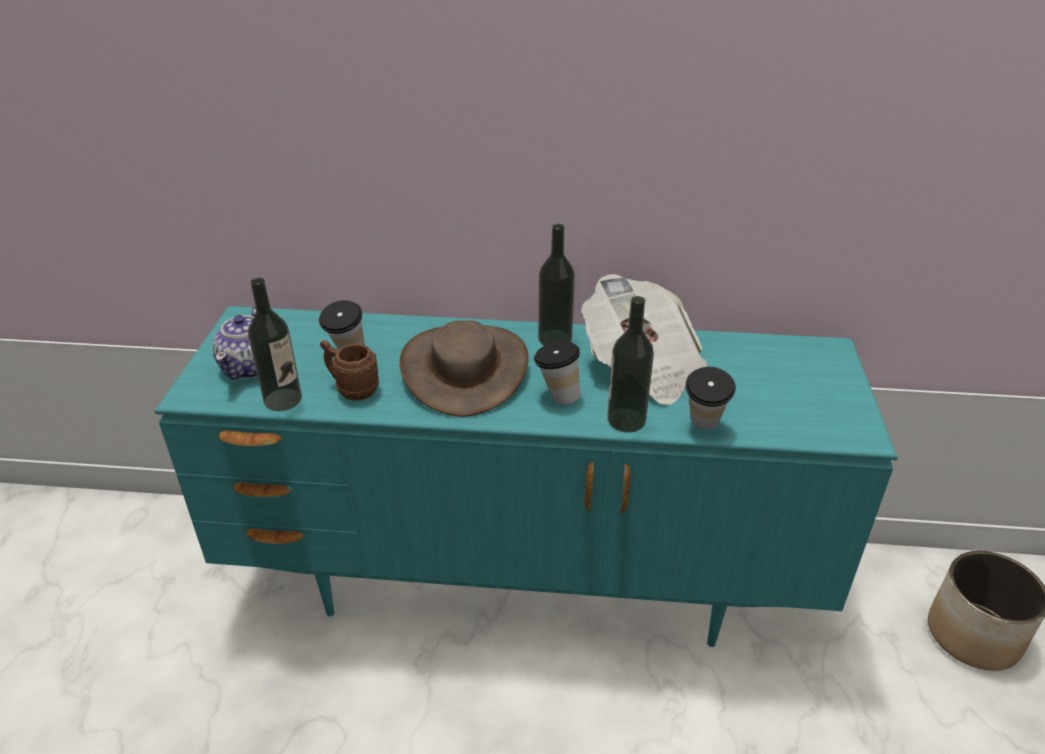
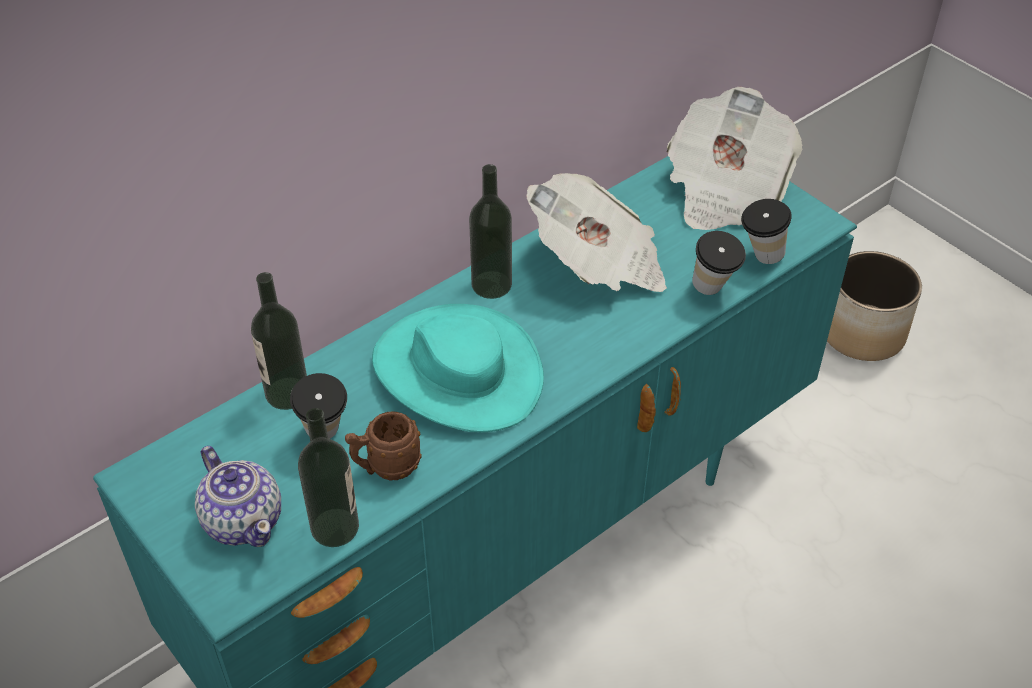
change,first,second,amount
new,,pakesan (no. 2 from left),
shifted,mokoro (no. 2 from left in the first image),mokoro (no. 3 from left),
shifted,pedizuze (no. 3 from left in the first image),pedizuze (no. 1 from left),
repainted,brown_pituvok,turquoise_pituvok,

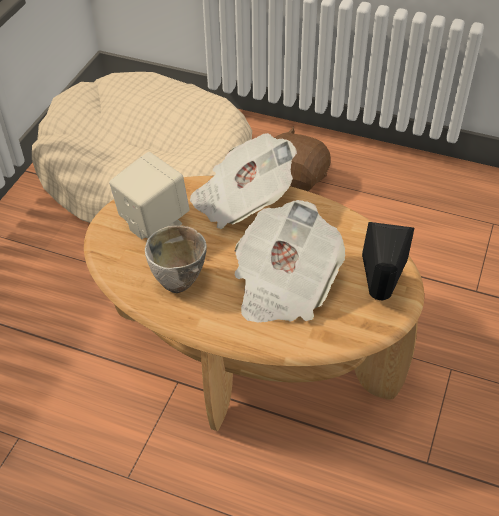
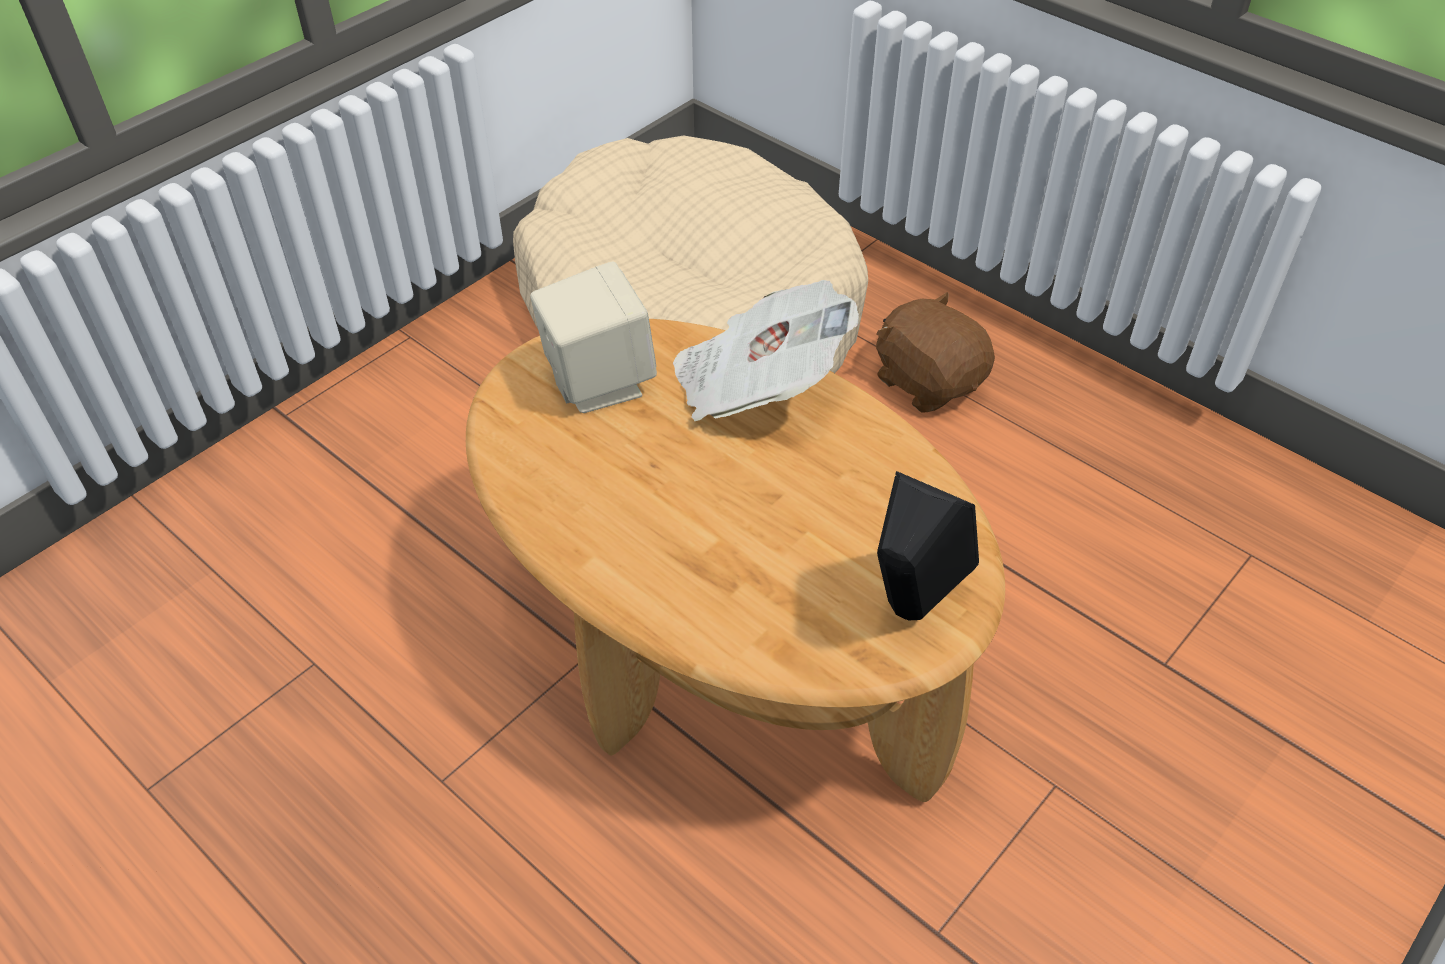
change,first,second,amount
gone,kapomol,,
gone,pakesan (no. 2 from left),,

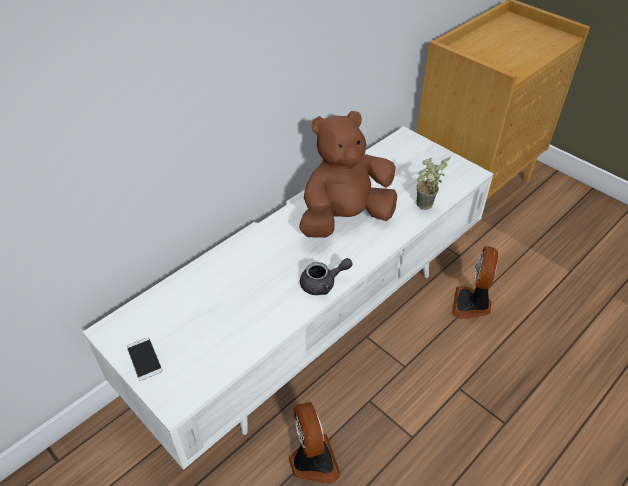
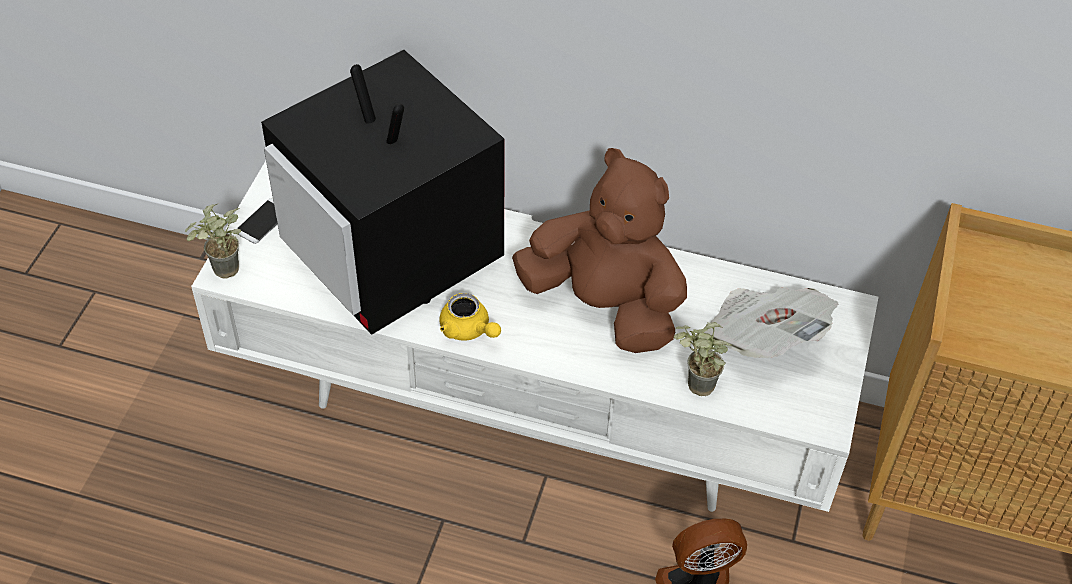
change,first,second,amount
gone,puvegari (no. 1 from left),,
new,,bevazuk (no. 1 from left),
new,,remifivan,
new,,pakesan,
repainted,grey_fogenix,yellow_fogenix,

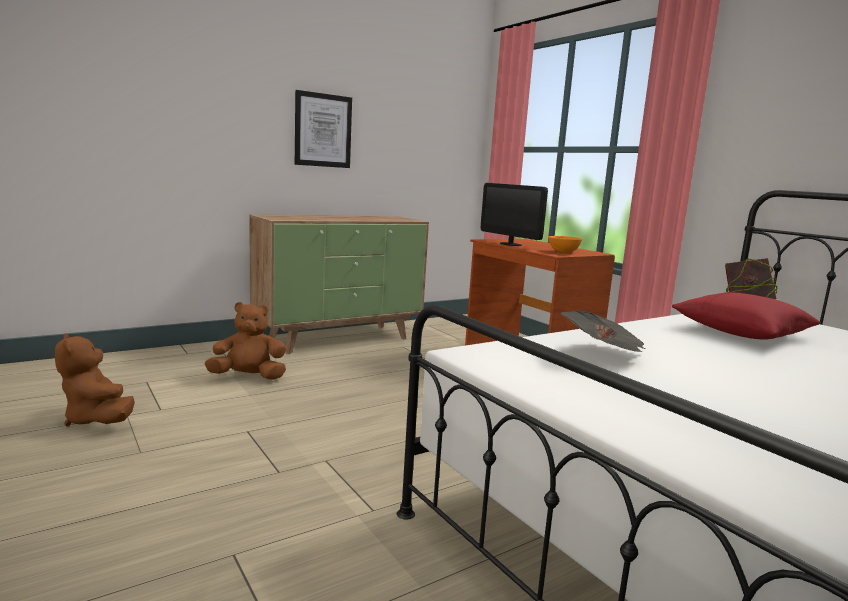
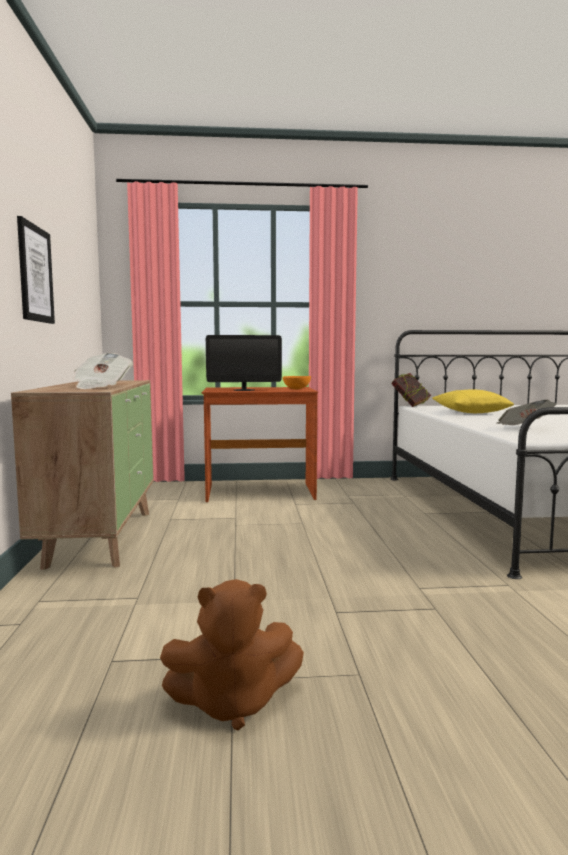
change,first,second,amount
gone,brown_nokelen (no. 2 from left),,
new,,pakesan (no. 1 from left),
repainted,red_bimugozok,yellow_bimugozok,

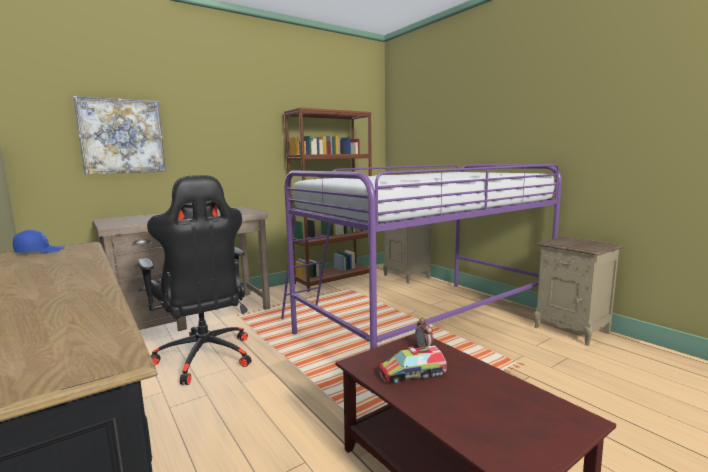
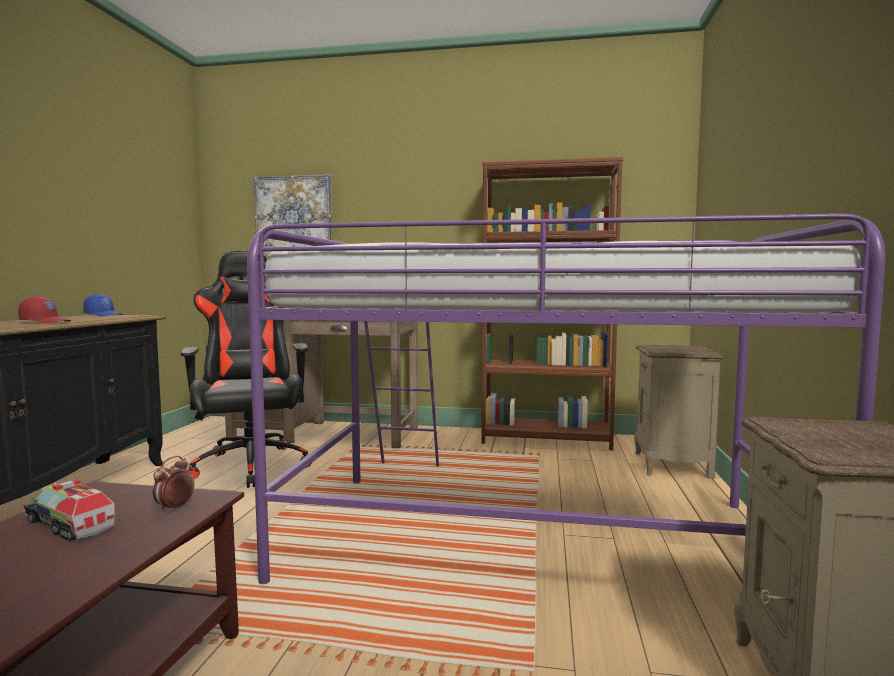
change,first,second,amount
new,,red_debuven,
rotated,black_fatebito,,150 degrees clockwise

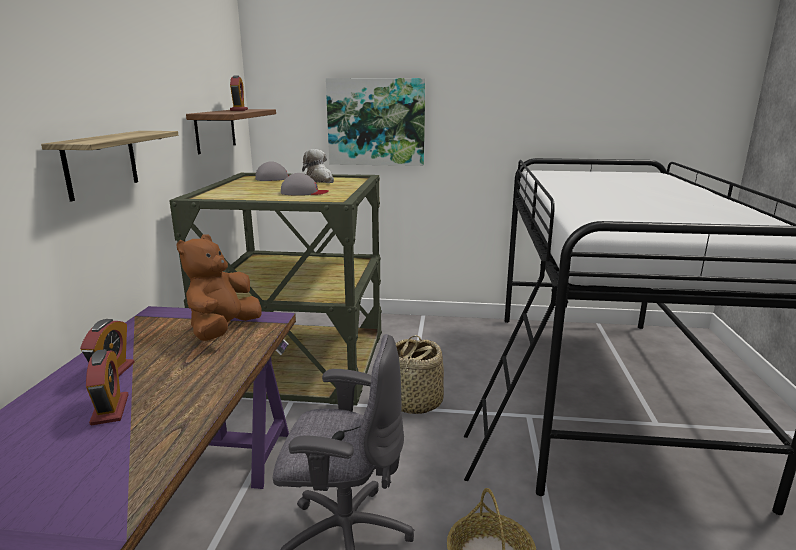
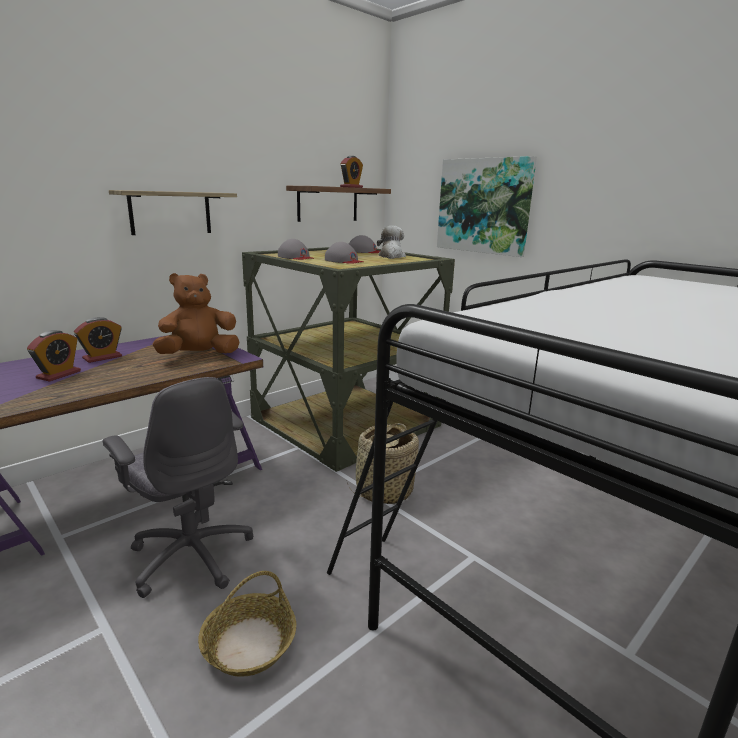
change,first,second,amount
new,,grey_debuven (no. 1 from left),

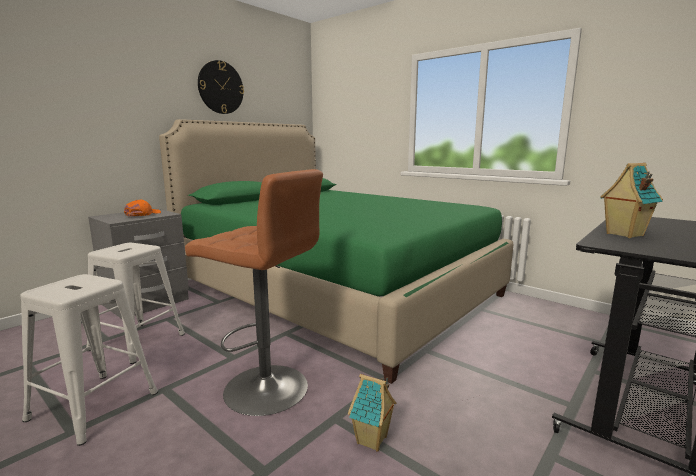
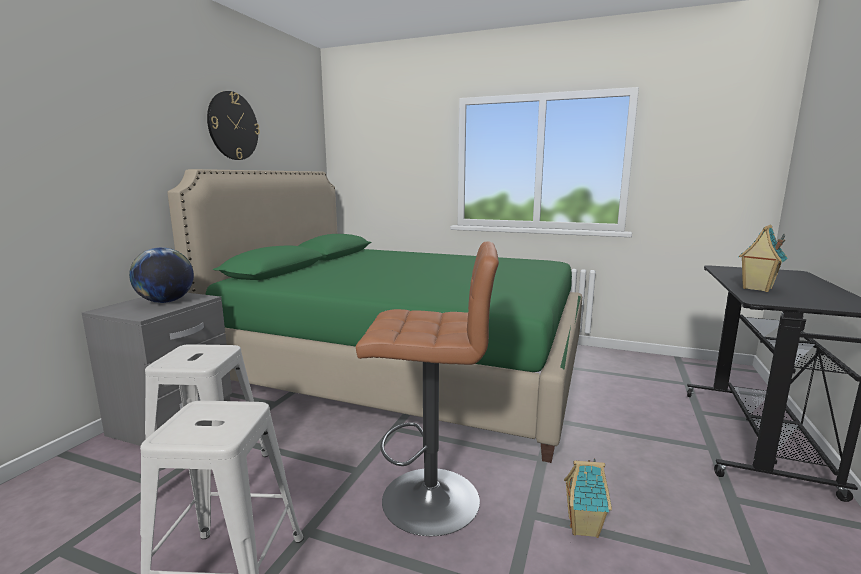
change,first,second,amount
swapped,orange_debuven,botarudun,

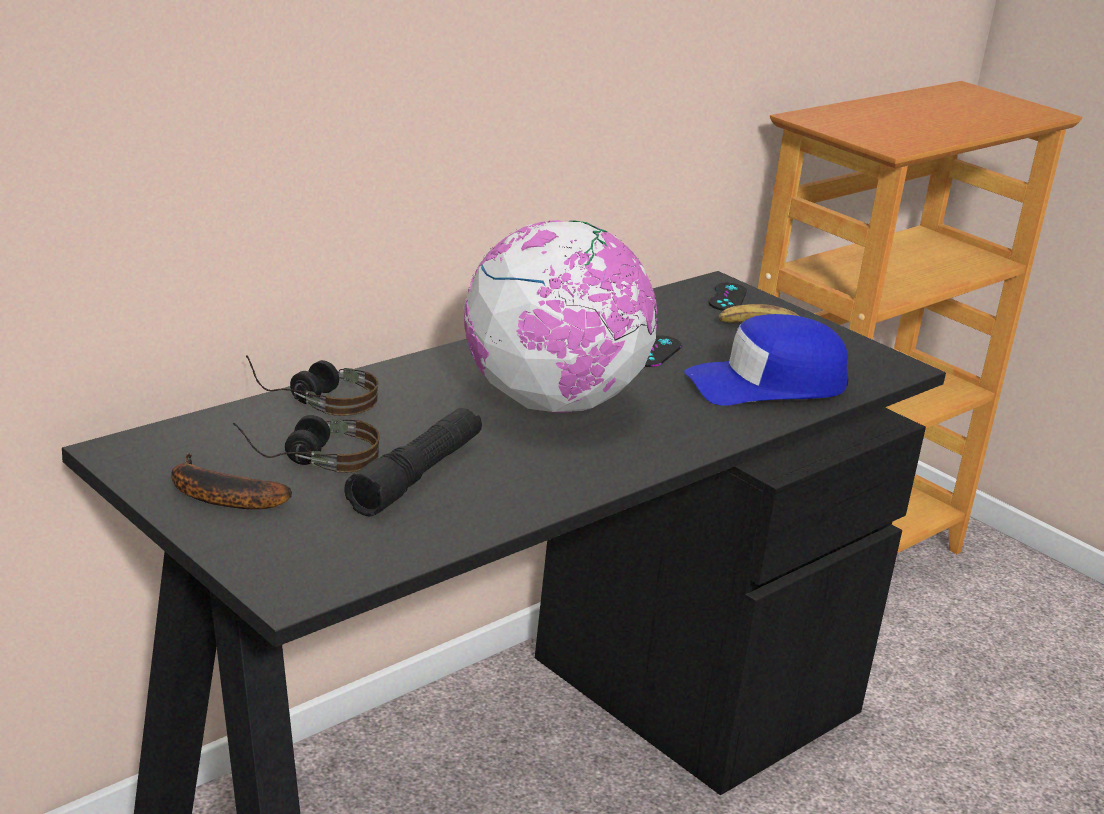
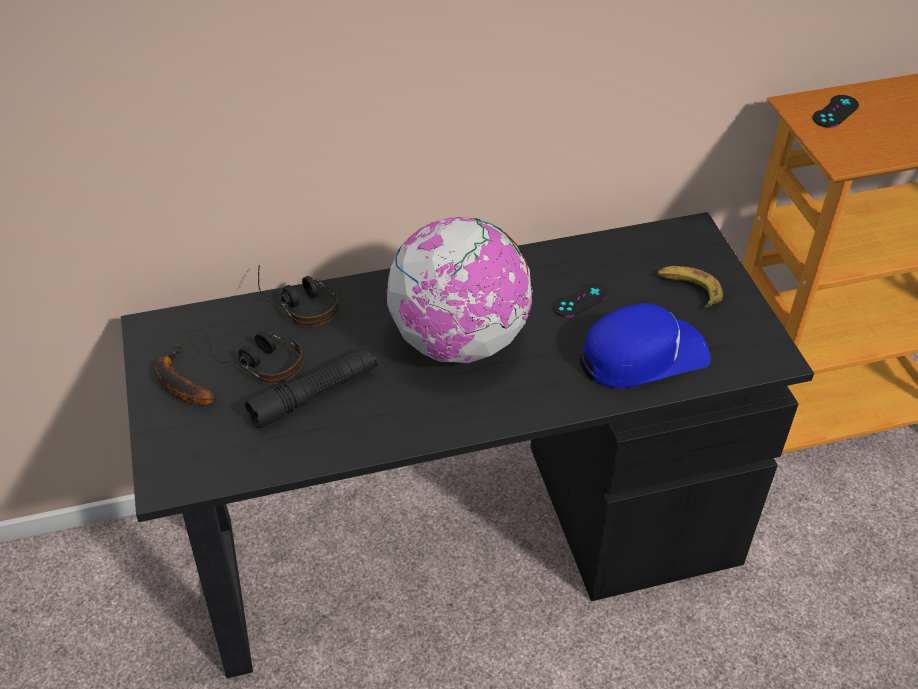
change,first,second,amount
shifted,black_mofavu (no. 2 from left),,
rotated,blue_debuven,,150 degrees clockwise

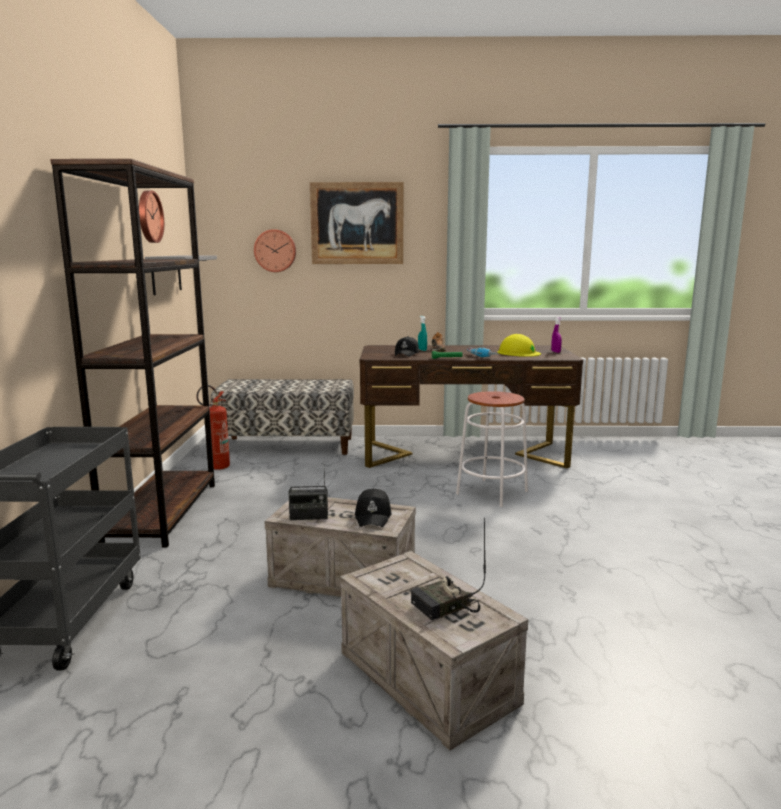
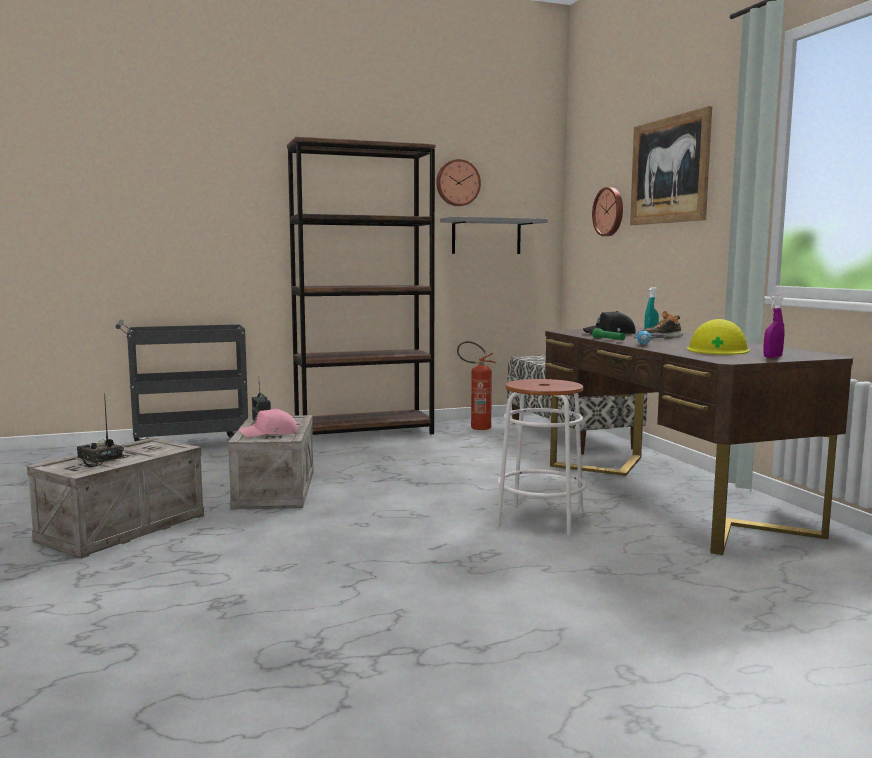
change,first,second,amount
repainted,black_debuven (no. 1 from left),pink_debuven,

